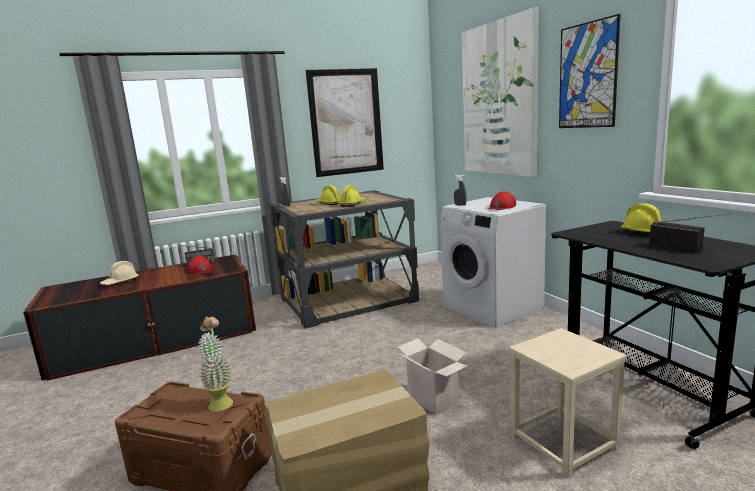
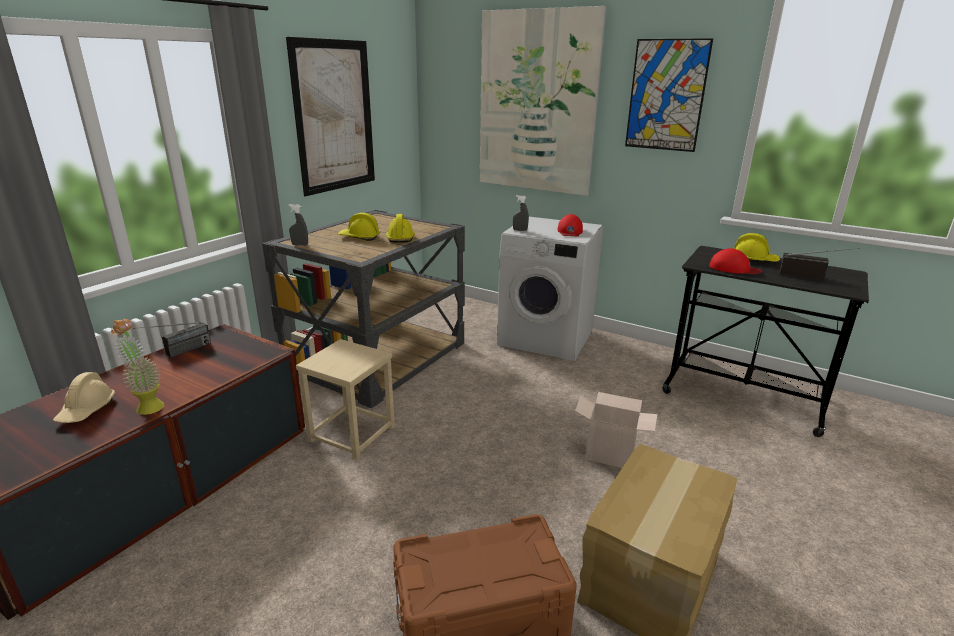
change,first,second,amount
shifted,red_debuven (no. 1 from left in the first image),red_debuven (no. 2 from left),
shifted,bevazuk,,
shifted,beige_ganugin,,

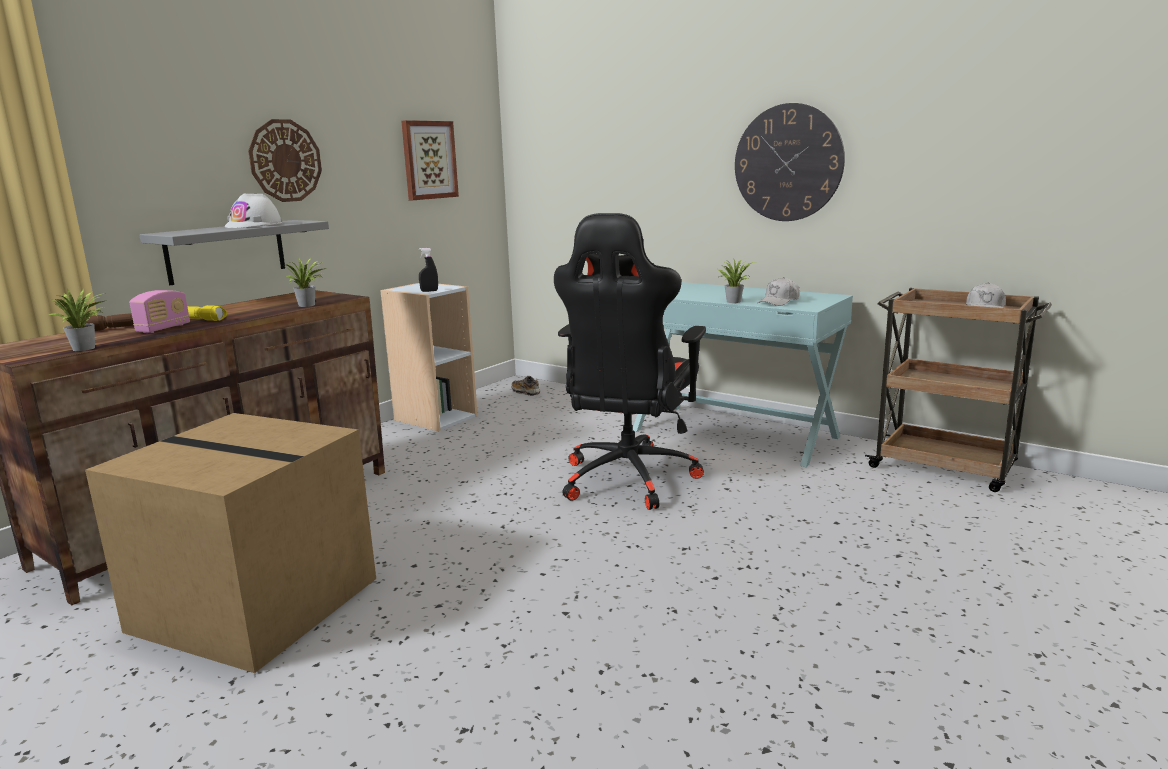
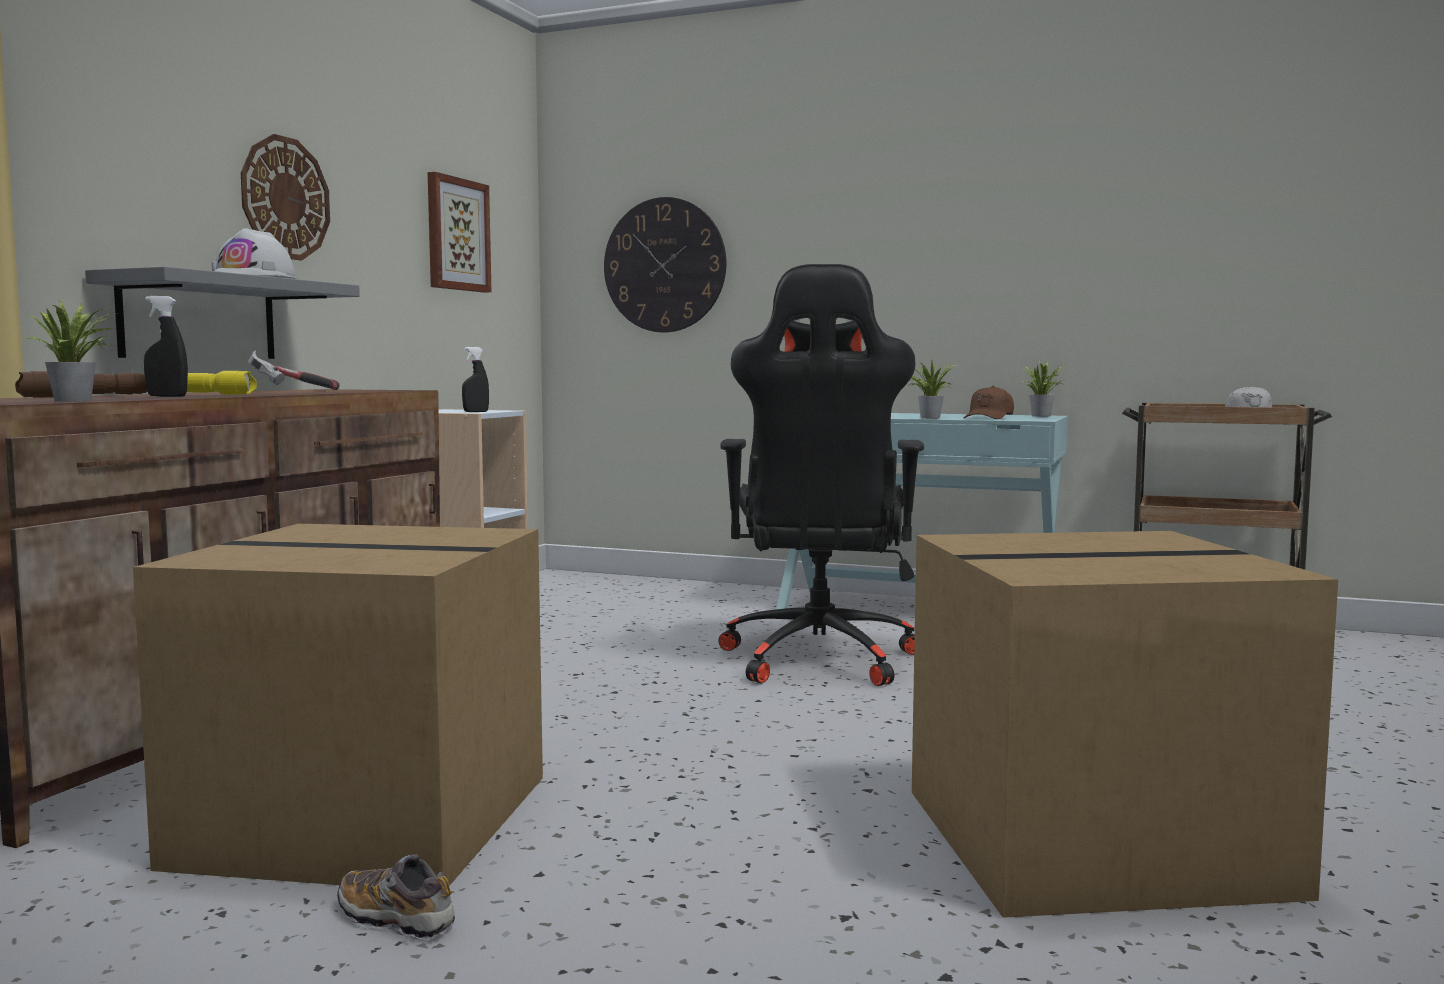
change,first,second,amount
new,,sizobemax,
new,,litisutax (no. 2 from left),
shifted,bevazuk (no. 2 from left in the first image),bevazuk (no. 3 from left),
shifted,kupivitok,,
shifted,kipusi (no. 2 from left),,
swapped,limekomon,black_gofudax (no. 1 from left),
repainted,white_debuven (no. 1 from left),brown_debuven,

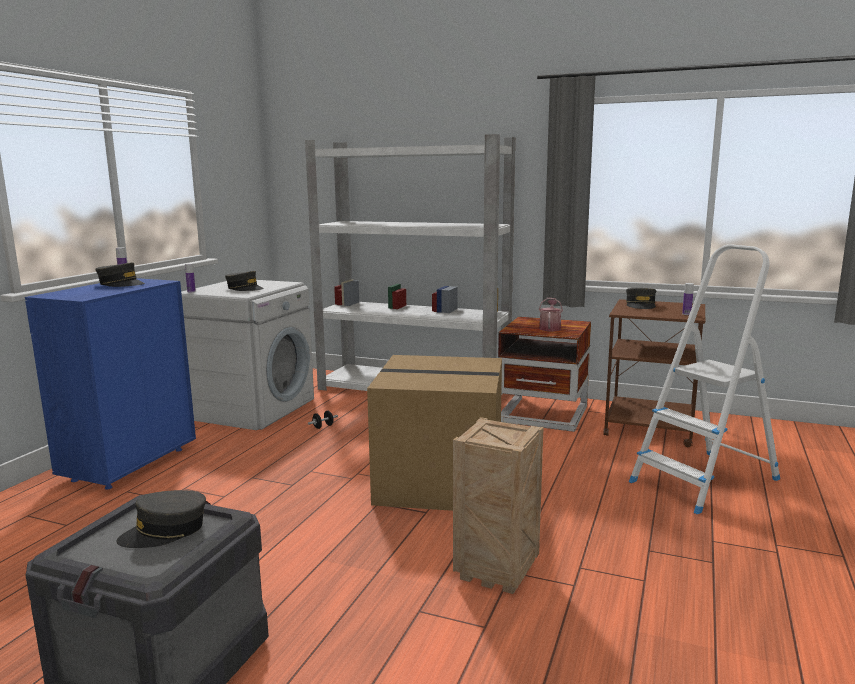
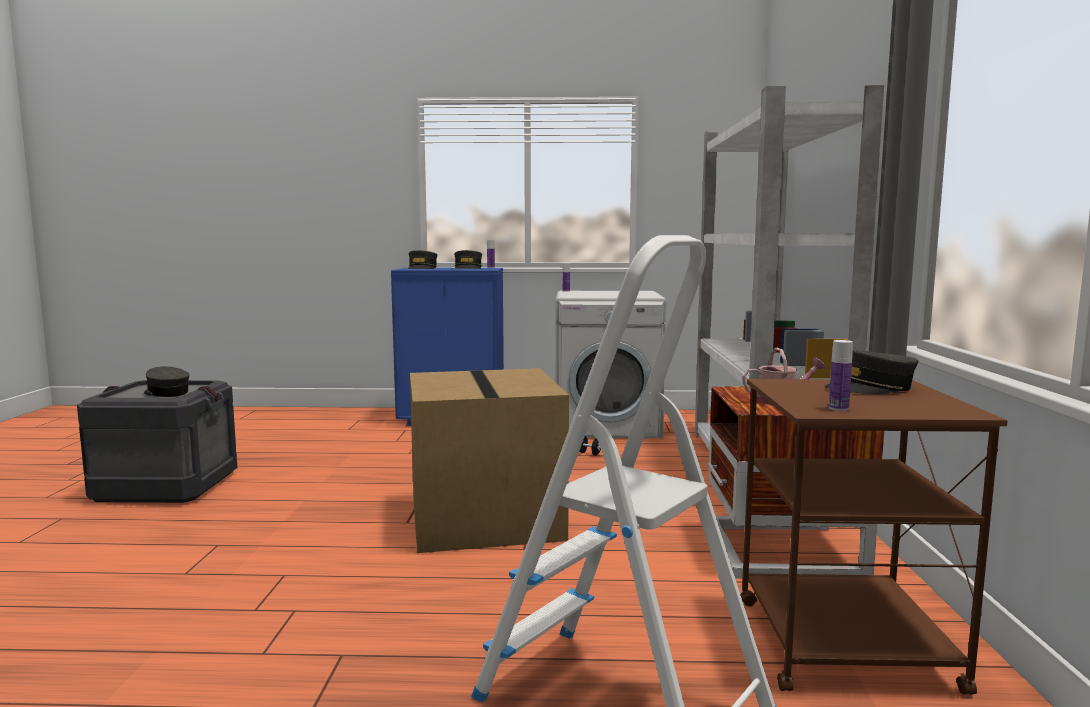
change,first,second,amount
gone,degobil (no. 2 from left),,
shifted,grey_debuven (no. 3 from left in the first image),grey_debuven (no. 2 from left),

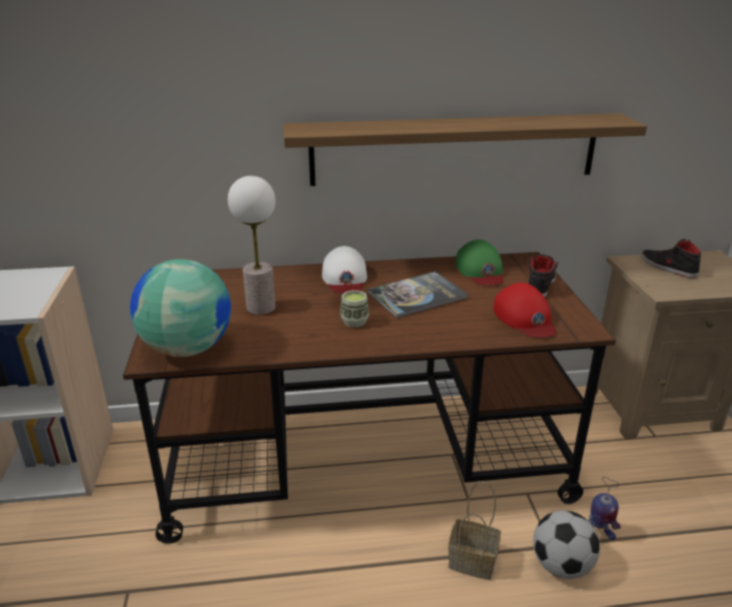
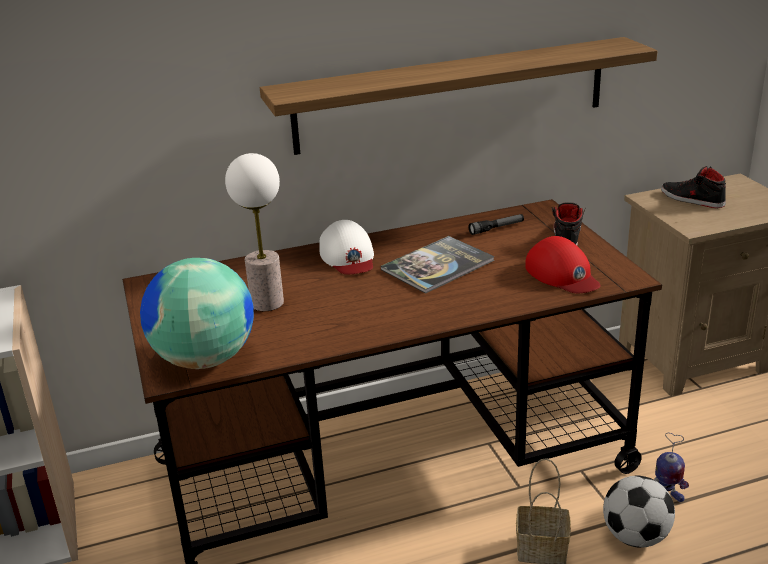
change,first,second,amount
gone,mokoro,,
swapped,green_debuven,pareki,

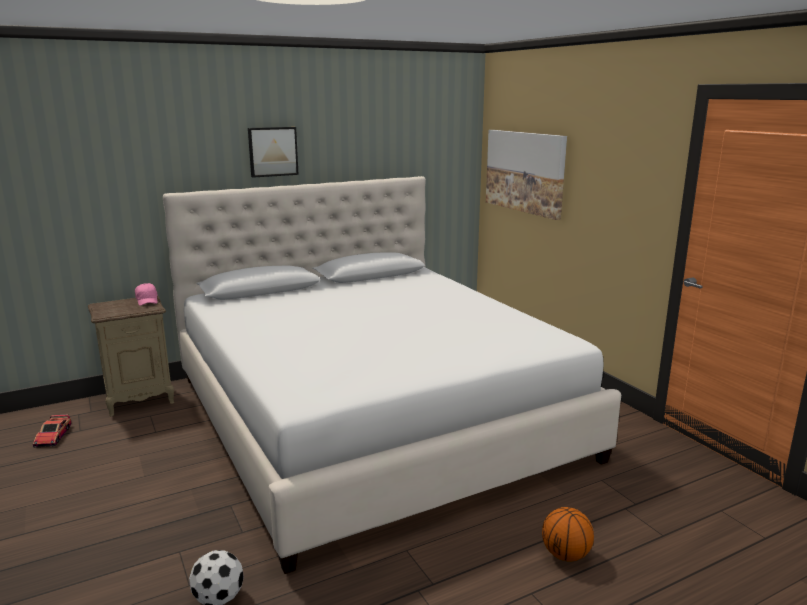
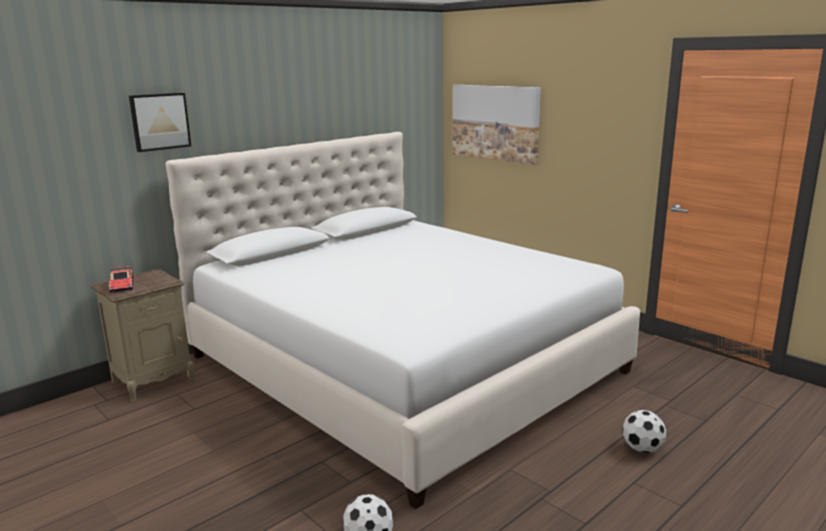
change,first,second,amount
gone,pink_debuven,,
shifted,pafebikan,,
shifted,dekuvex (no. 1 from left),,
swapped,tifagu,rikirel (no. 2 from left),

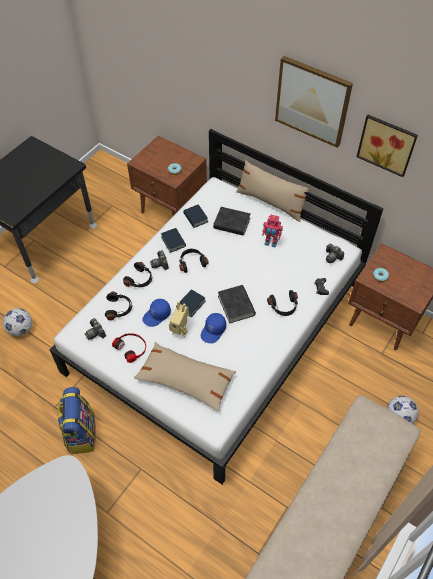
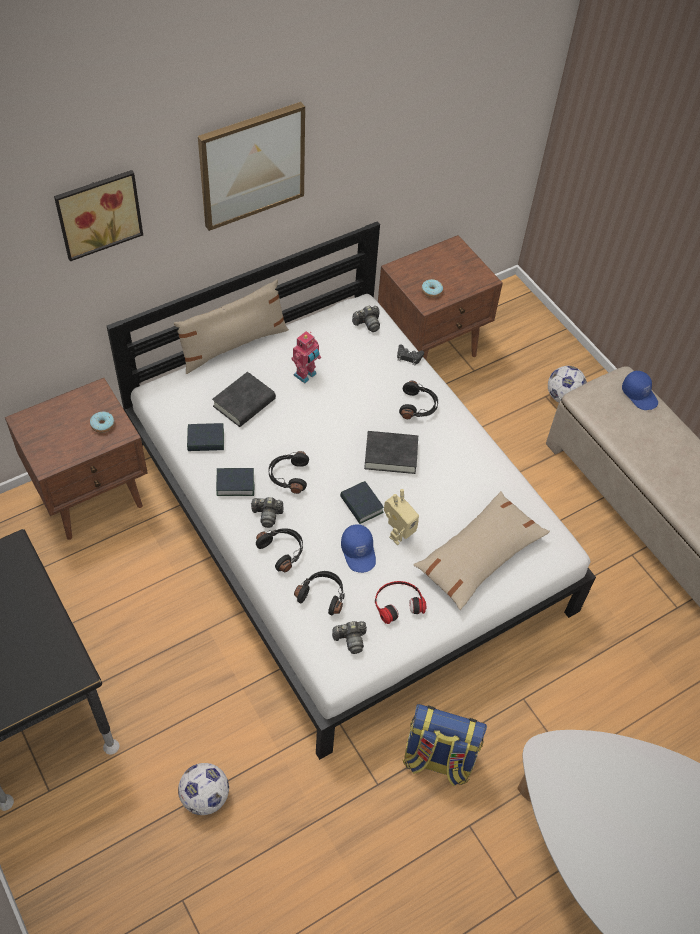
change,first,second,amount
shifted,blue_debuven (no. 2 from left),,
shifted,dekuvex (no. 2 from left in the first image),dekuvex (no. 1 from left),

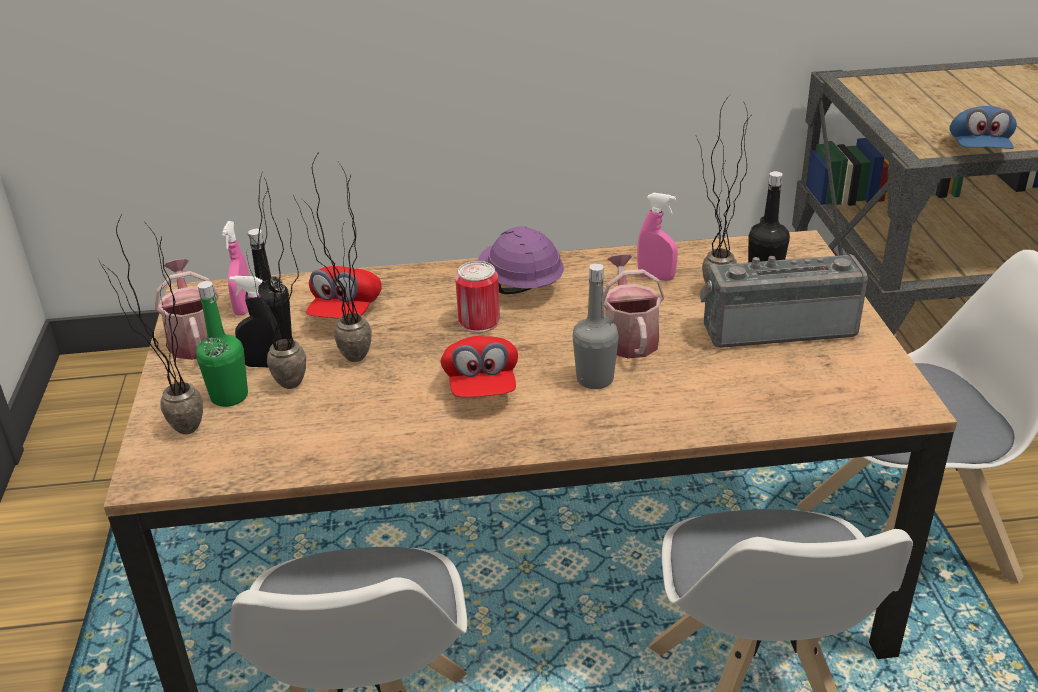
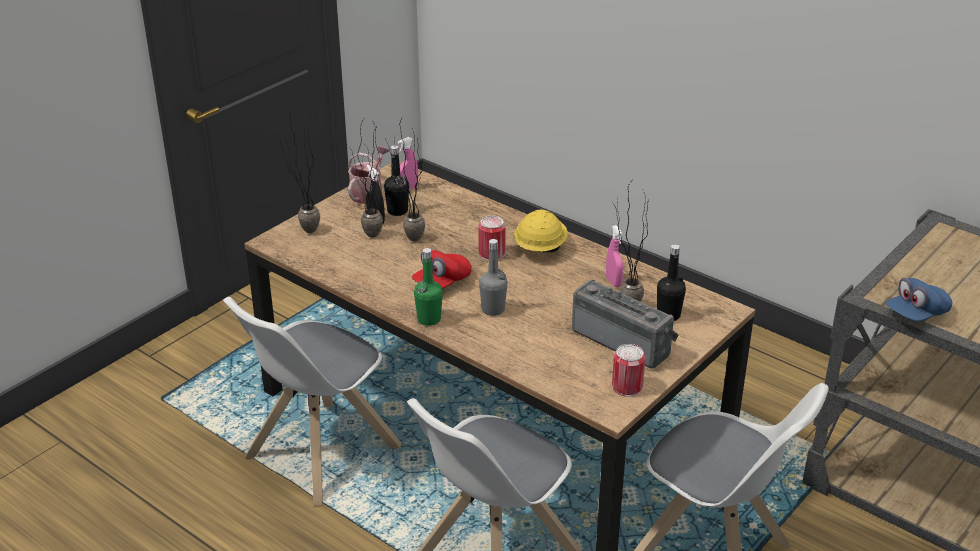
change,first,second,amount
gone,red_debuven (no. 1 from left),,
gone,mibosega (no. 2 from left),,
new,,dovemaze (no. 2 from left),
shifted,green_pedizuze,,
repainted,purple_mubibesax,yellow_mubibesax,

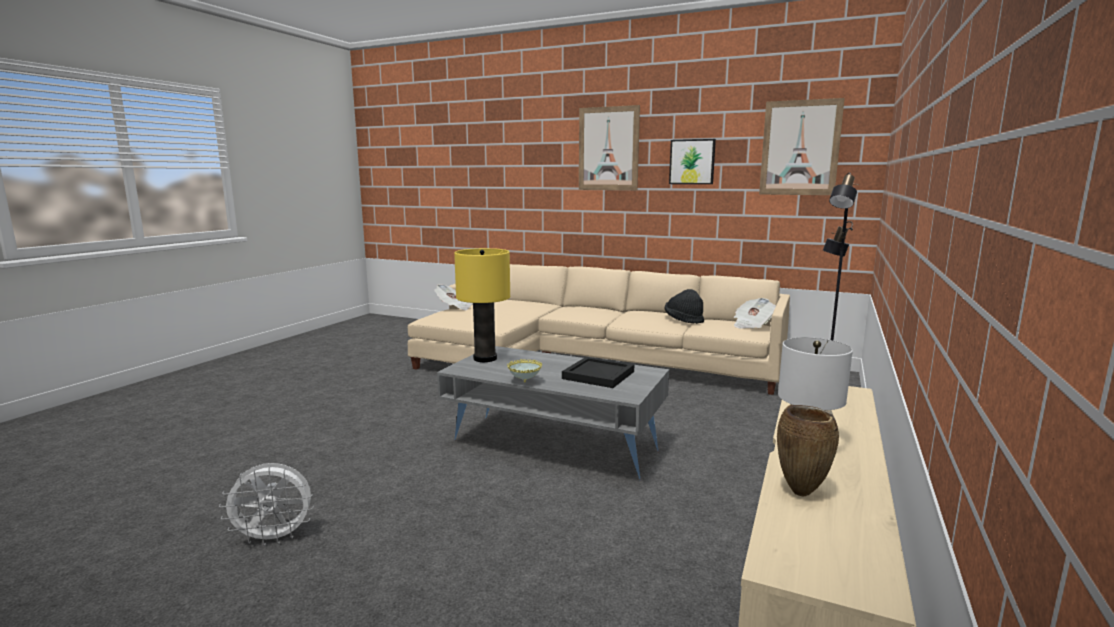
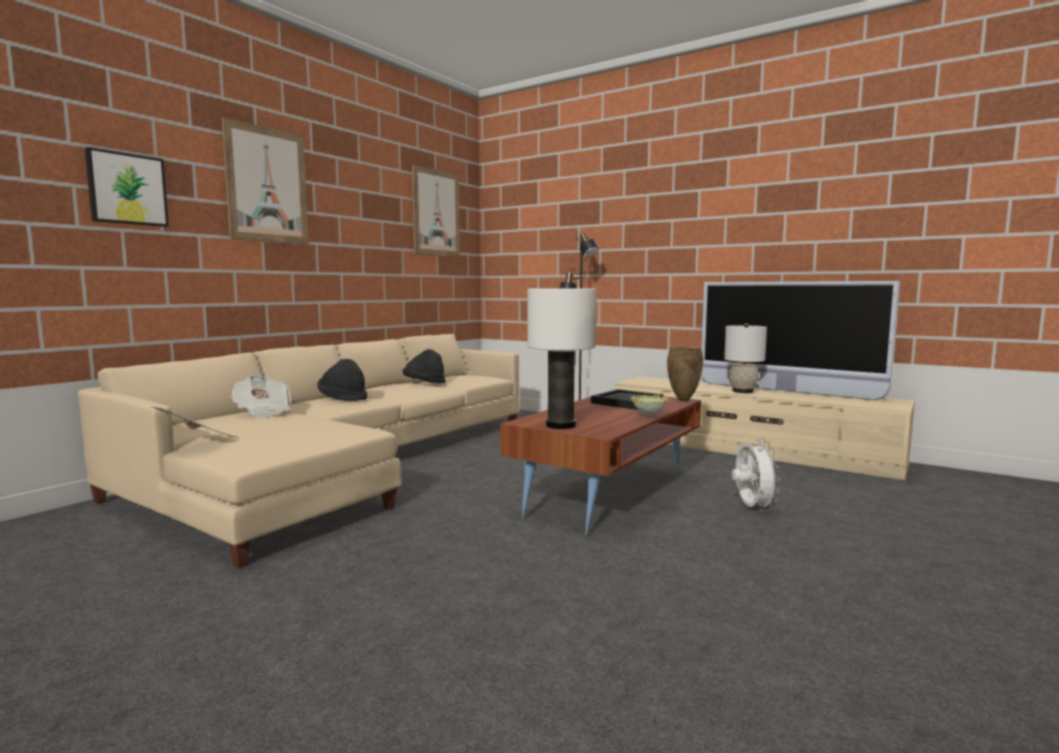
change,first,second,amount
new,,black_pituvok (no. 1 from left),
new,,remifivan,
shifted,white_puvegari,,
shifted,dekuvex (no. 2 from left in the first image),dekuvex (no. 1 from left),
shifted,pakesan (no. 2 from left),,
shifted,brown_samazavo,,
repainted,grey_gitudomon,brown_gitudomon,
repainted,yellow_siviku,white_siviku (no. 1 from left),

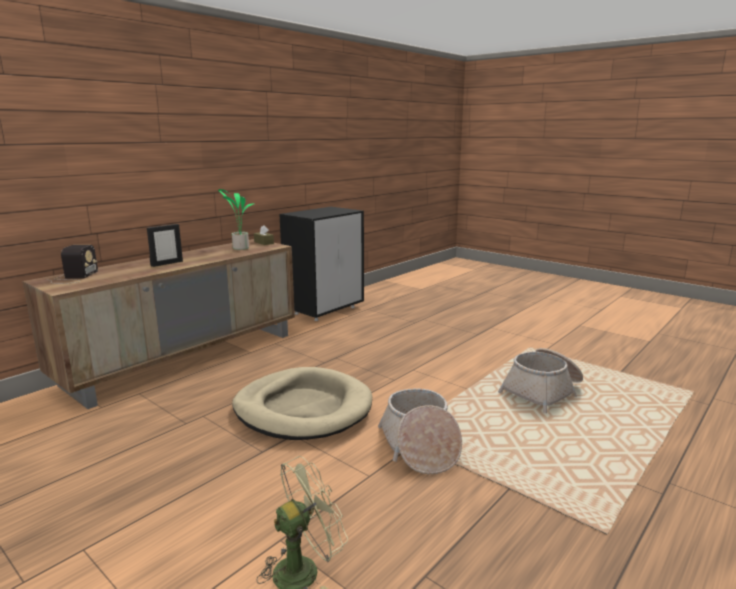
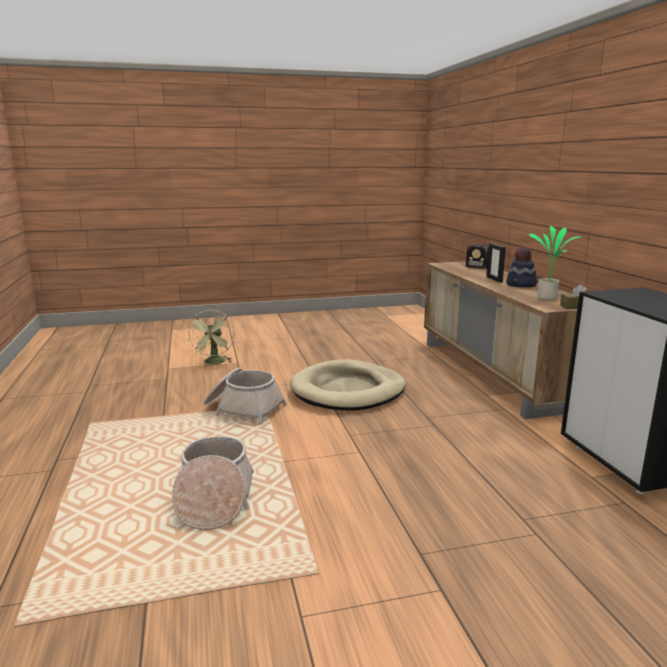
change,first,second,amount
new,,pituvok,

